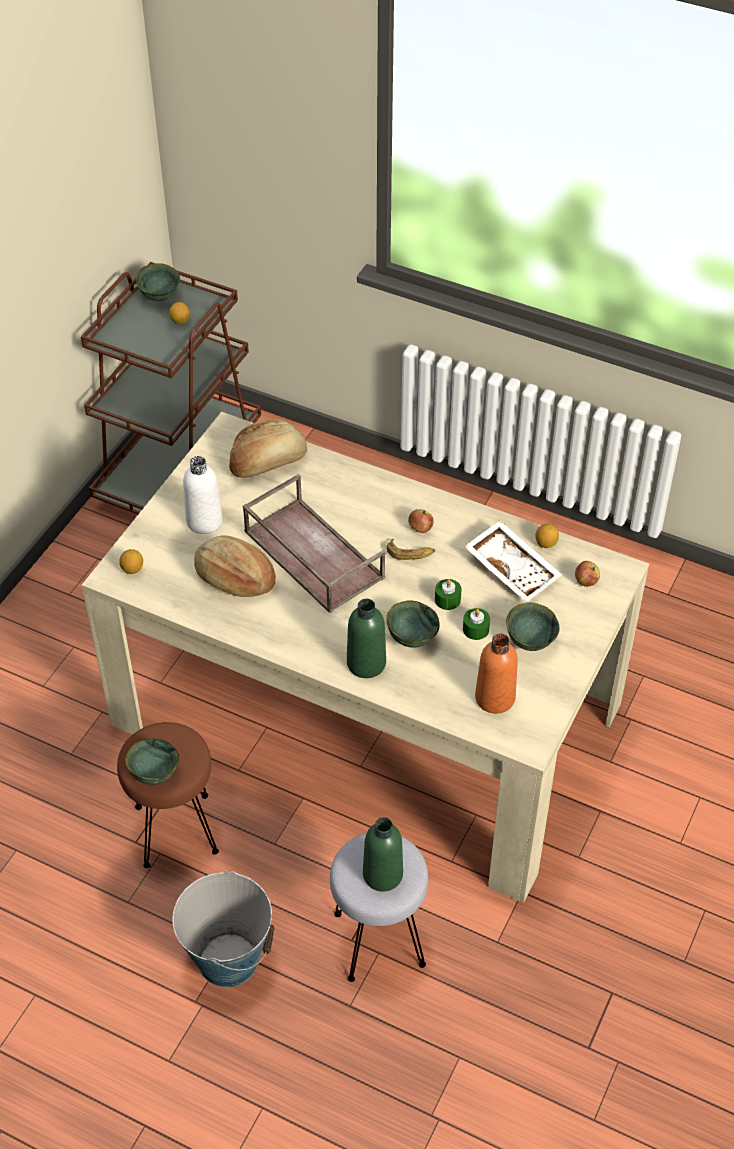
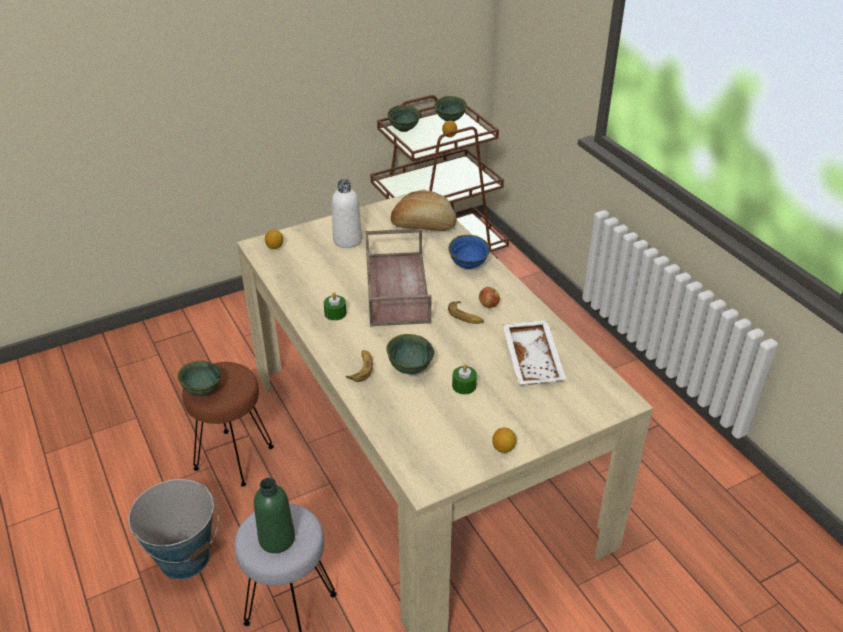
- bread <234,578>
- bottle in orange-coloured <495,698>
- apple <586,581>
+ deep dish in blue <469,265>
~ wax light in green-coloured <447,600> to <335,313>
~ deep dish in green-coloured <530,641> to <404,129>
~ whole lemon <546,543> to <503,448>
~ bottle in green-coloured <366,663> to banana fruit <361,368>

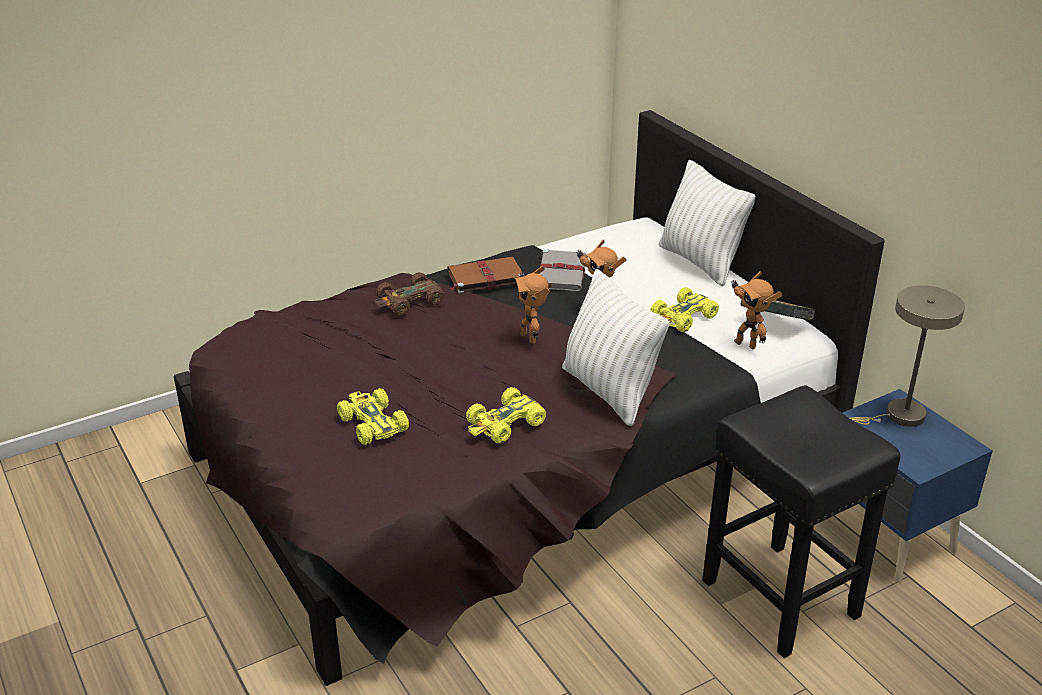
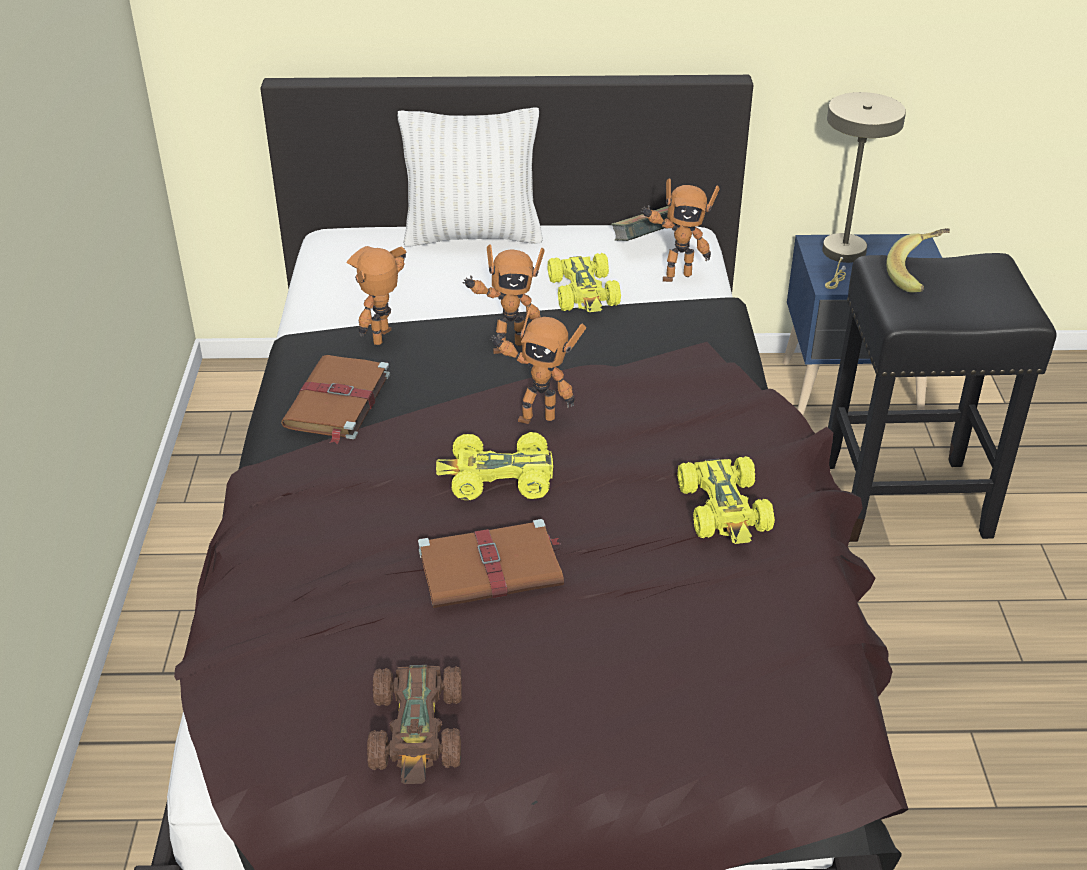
- cushion in white-coloured <609,391>
+ book in brown <492,568>
+ banana fruit <919,275>
~ miniature car in yellow <372,423> to <498,478>
~ miniature car in brown <409,302> to <418,731>
~ book in gray <561,273> to robot figure <387,338>

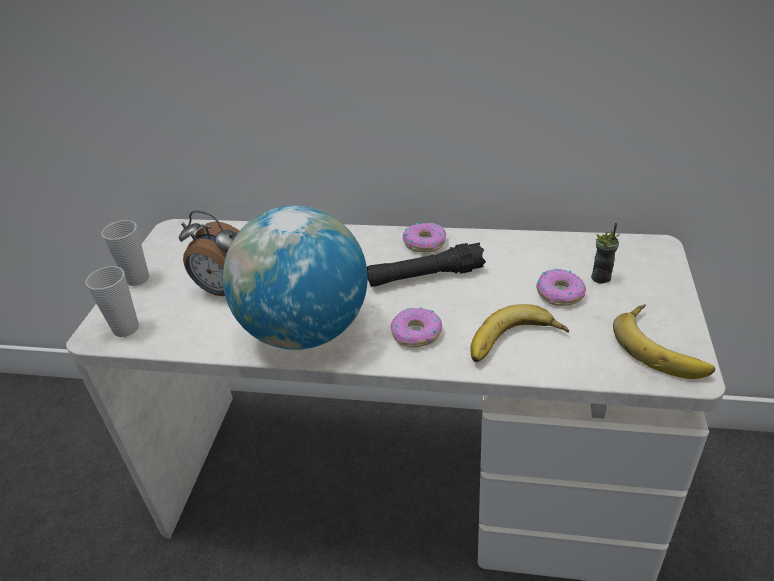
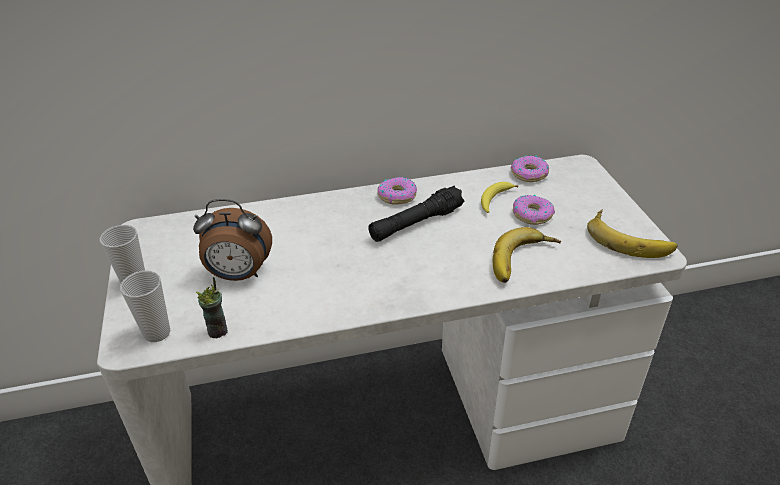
- globe <306,331>
+ banana fruit <494,200>
~ ring doughnut <416,333> to <529,174>
~ small cup <601,277> to <218,331>

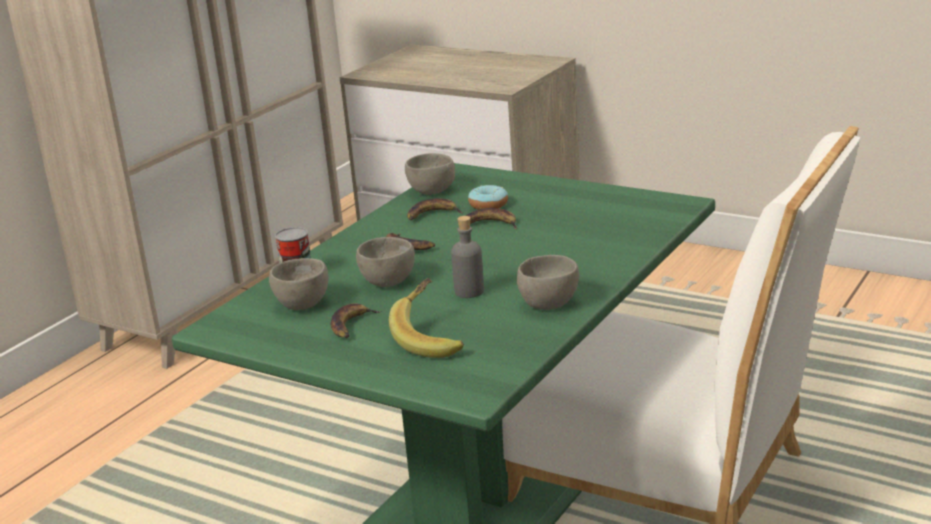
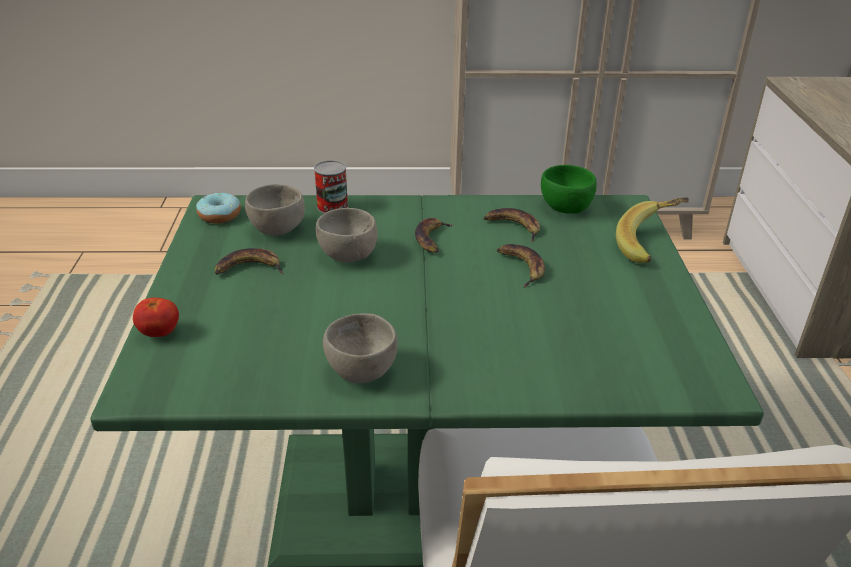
- bottle in gray <469,291>
+ tomato <159,333>
~ banana fruit <433,338> to <651,245>
~ ring doughnut <488,205> to <219,215>
~ deep dish in gray <433,191> to deep dish in green-coloured <565,208>

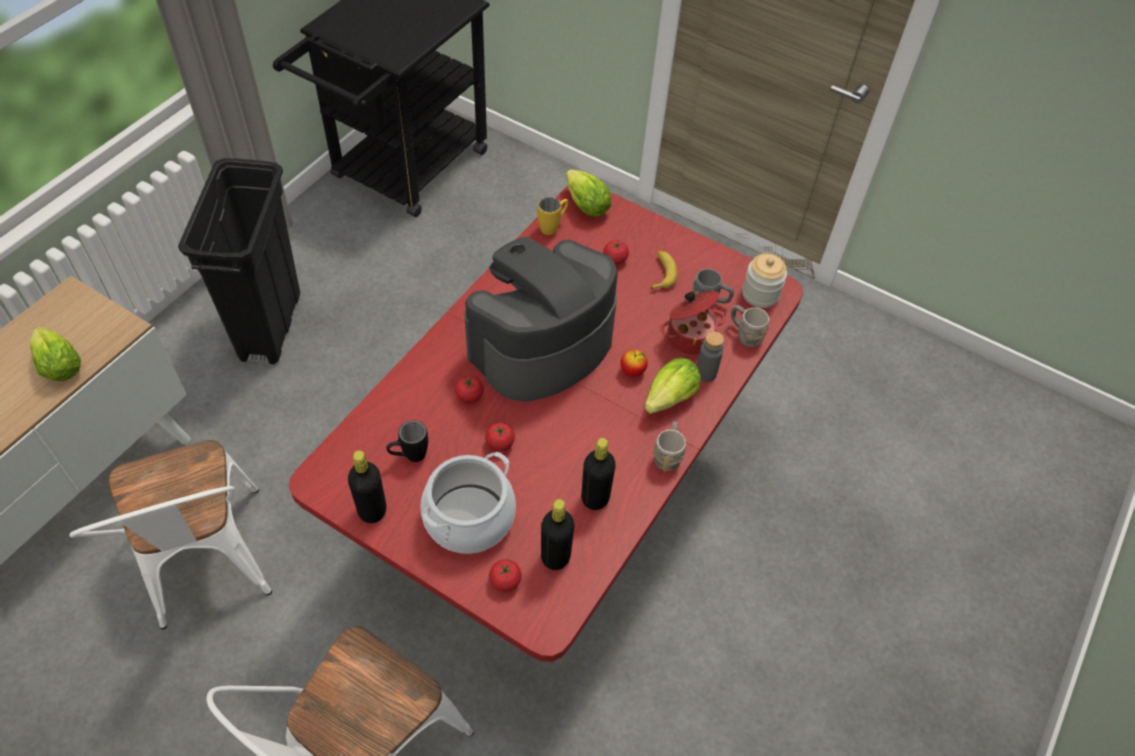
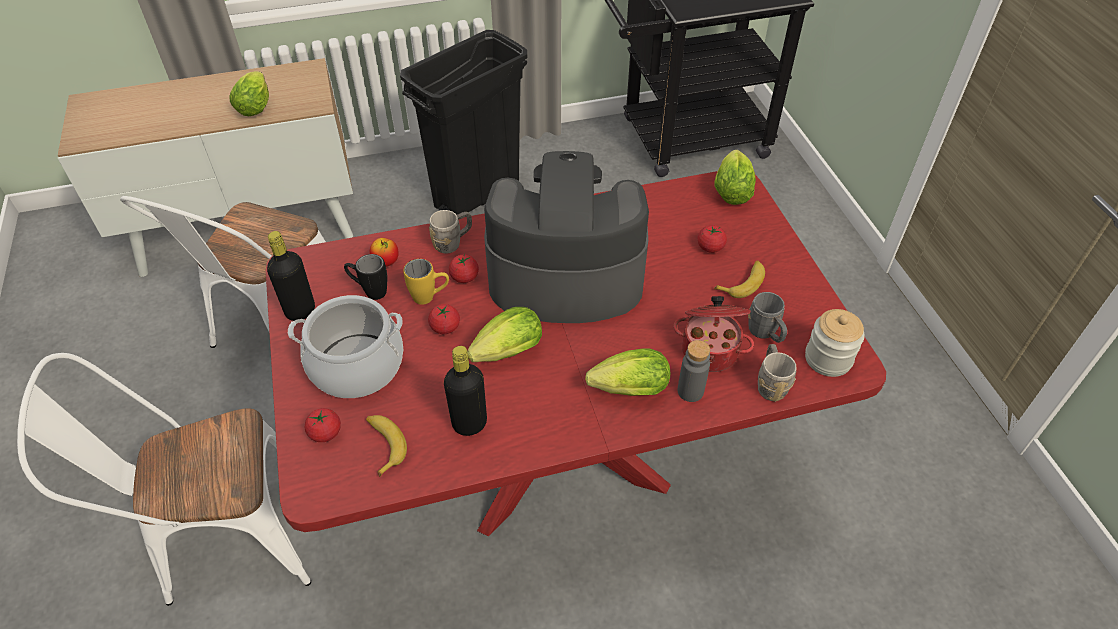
+ lettuce head <504,354>
~ coffee mug in yellow <553,226> to <430,297>
~ apple <632,371> to <386,262>
~ coffee mug in gray <668,455> to <453,242>
~ bottle in black <555,556> to banana fruit <383,445>

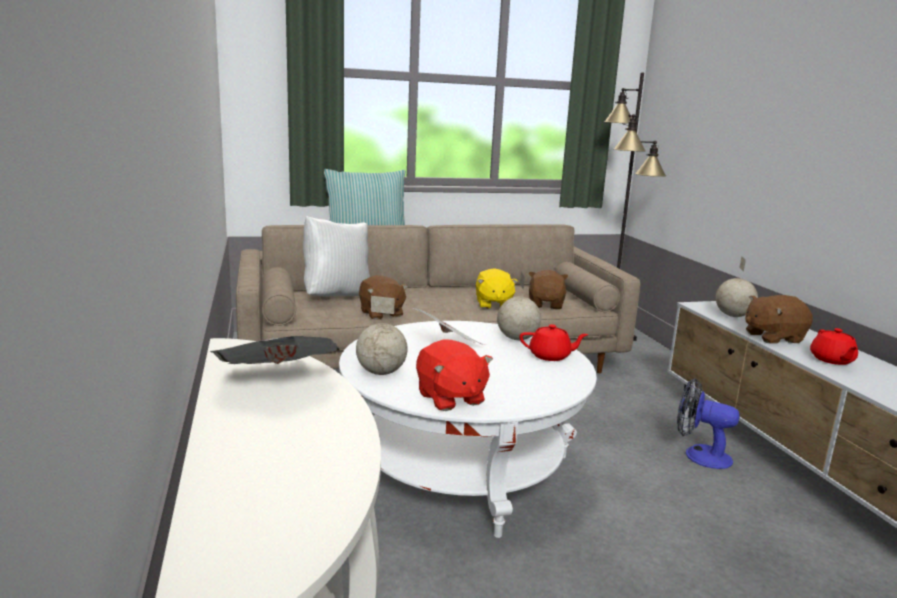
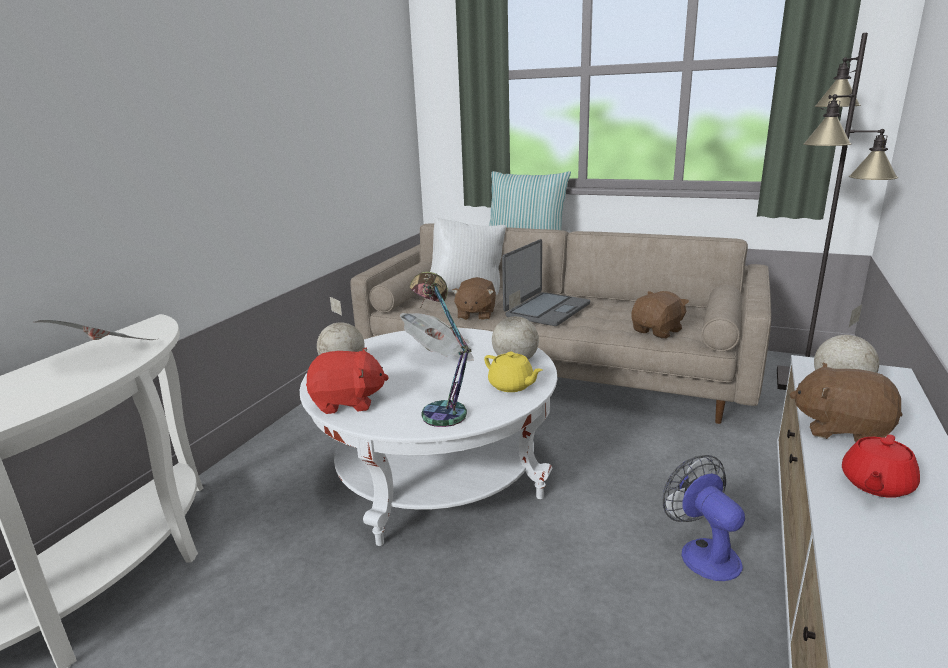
- soft toy in yellow <493,304>
+ lamp for a table <443,409>
+ laptop <546,310>
~ pot for tea in reddish <550,356> to pot for tea in yellow <511,386>
~ soft toy in reddish <450,398> = <347,402> 105 degrees counterclockwise

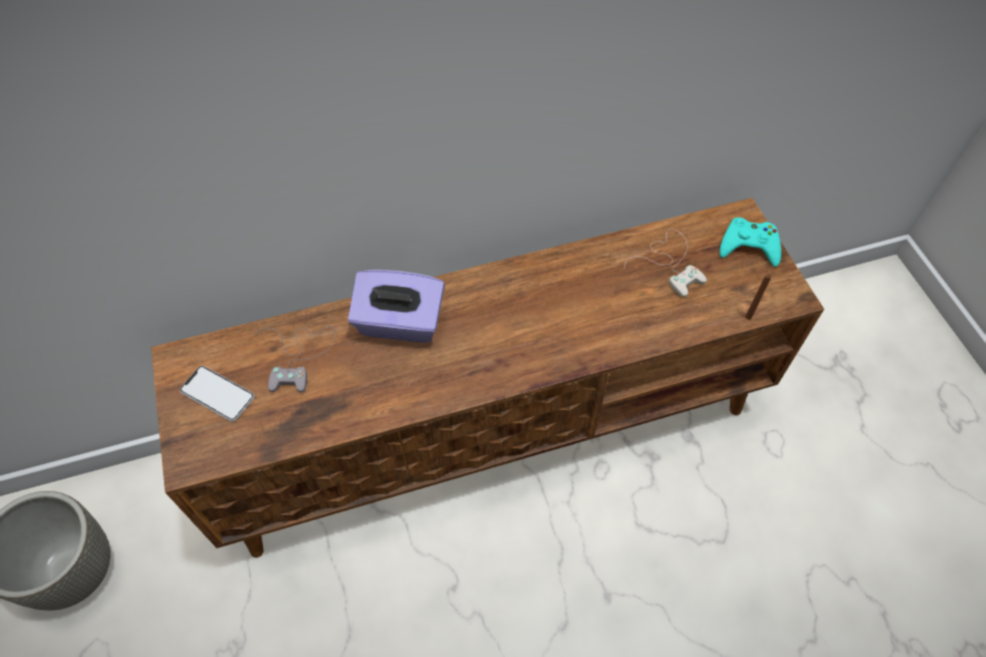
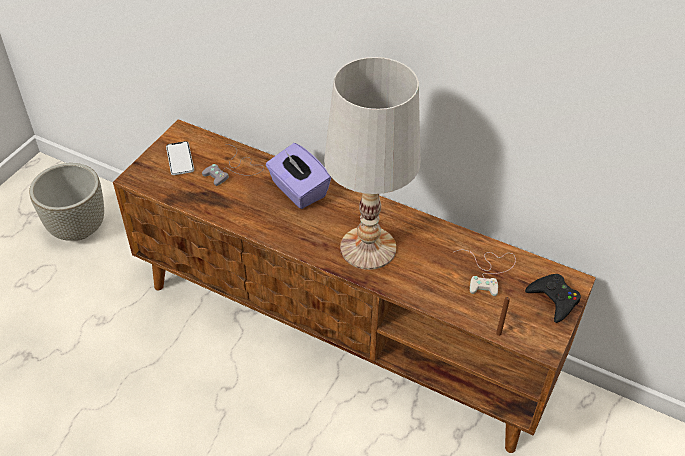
+ lamp for a table in white-coloured <367,248>
~ joypad in turquoise <749,246> to joypad in black <554,300>

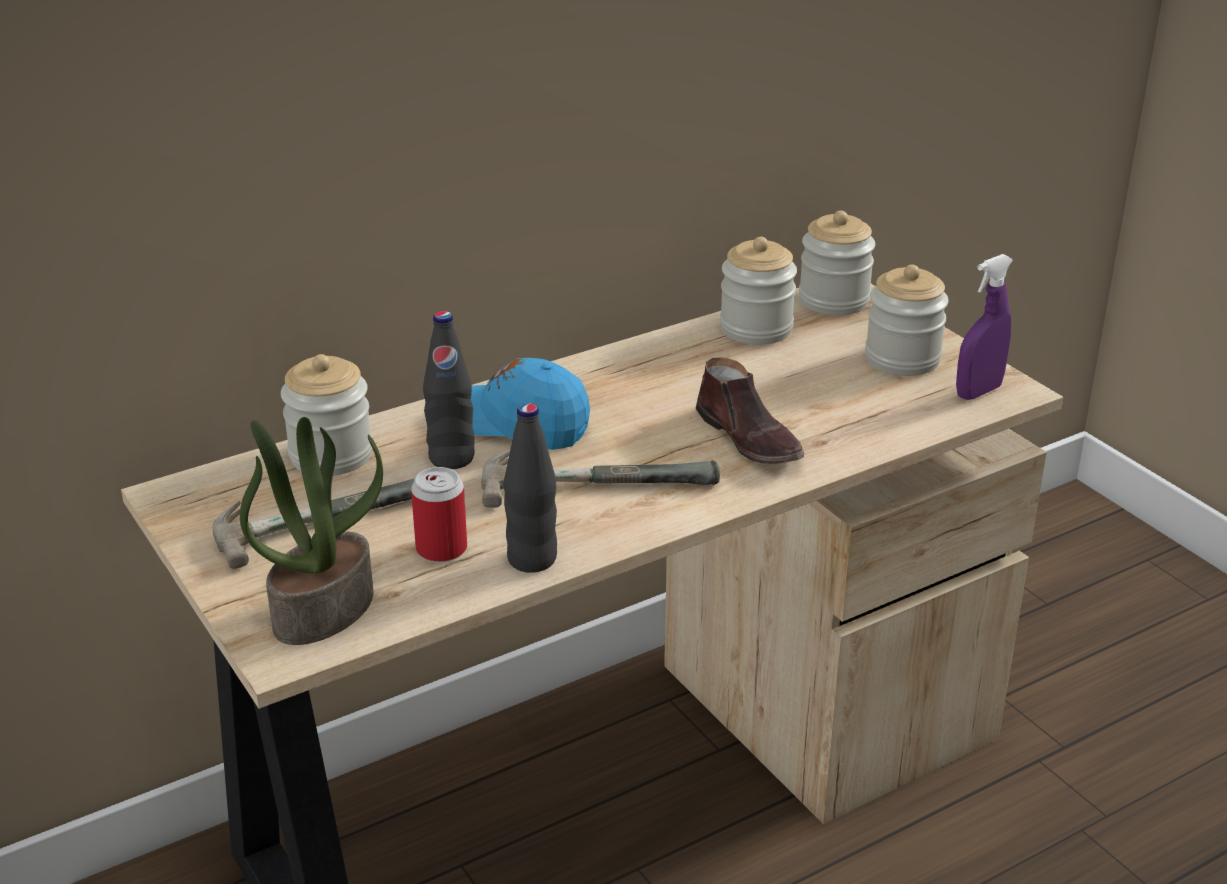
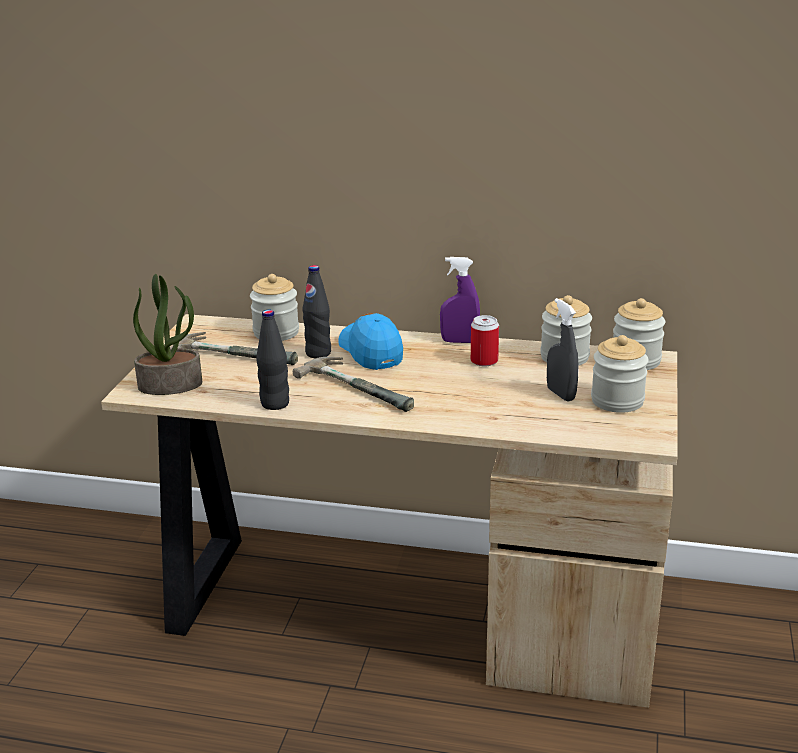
- low shoe in brown <750,439>
+ hand sprayer in gray <560,394>
~ sealed can <441,549> to <484,361>
~ hand sprayer in purple <978,392> to <459,341>

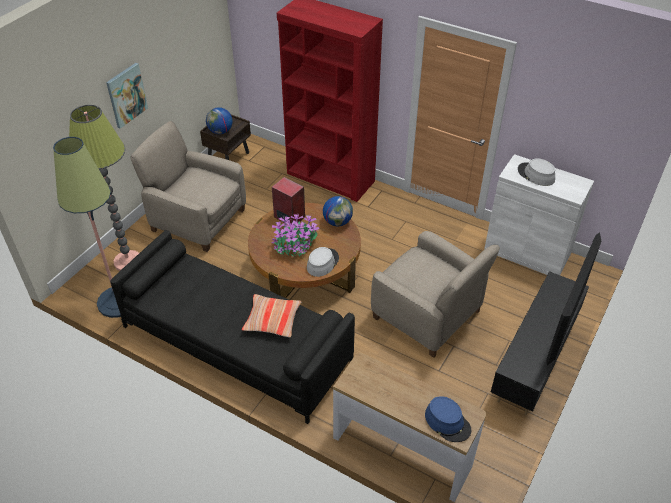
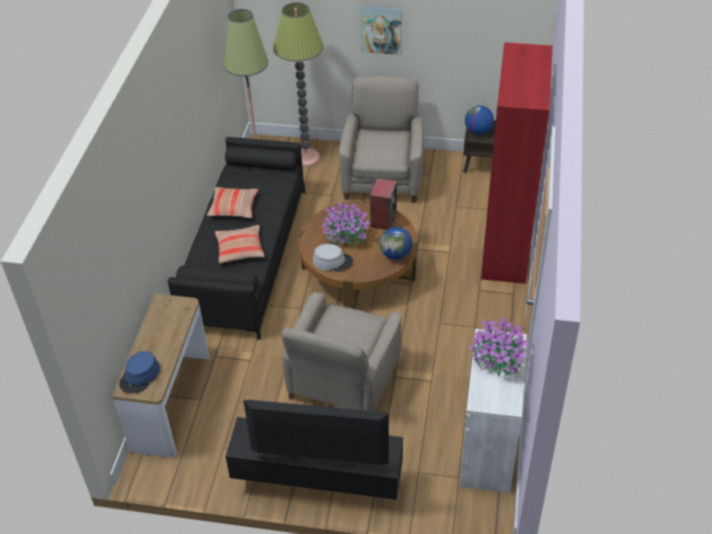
+ cushion <233,207>
~ wearable hat in gray <536,175> to houseplant <497,360>

